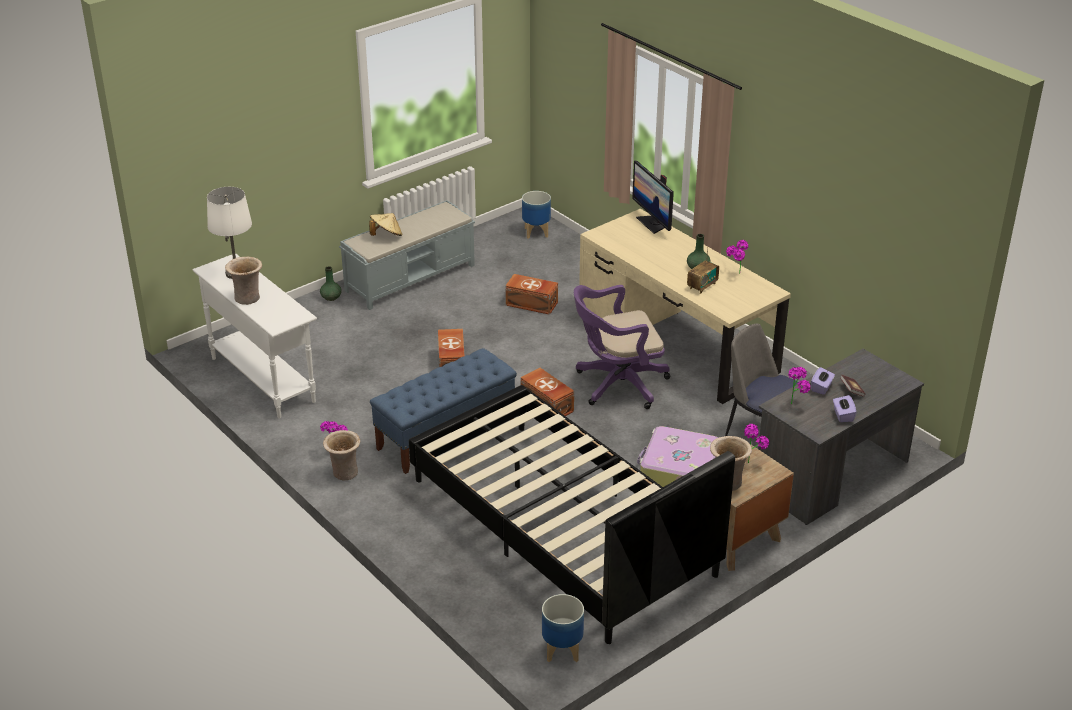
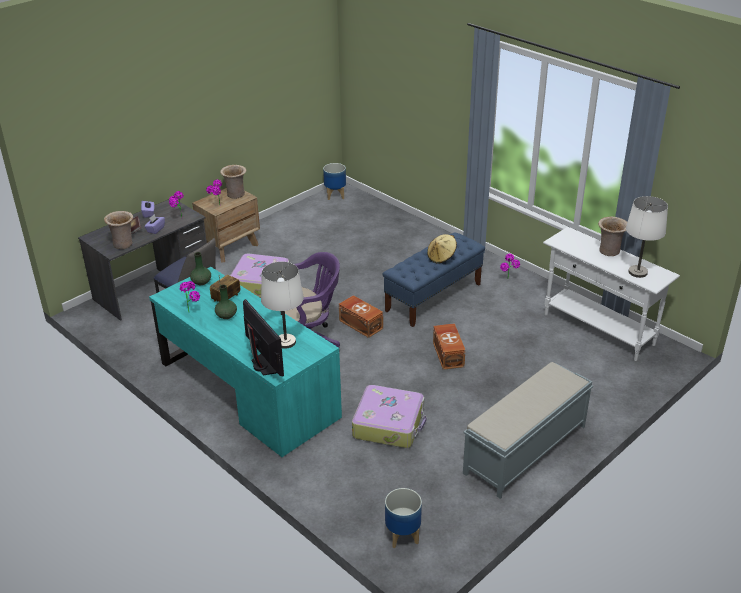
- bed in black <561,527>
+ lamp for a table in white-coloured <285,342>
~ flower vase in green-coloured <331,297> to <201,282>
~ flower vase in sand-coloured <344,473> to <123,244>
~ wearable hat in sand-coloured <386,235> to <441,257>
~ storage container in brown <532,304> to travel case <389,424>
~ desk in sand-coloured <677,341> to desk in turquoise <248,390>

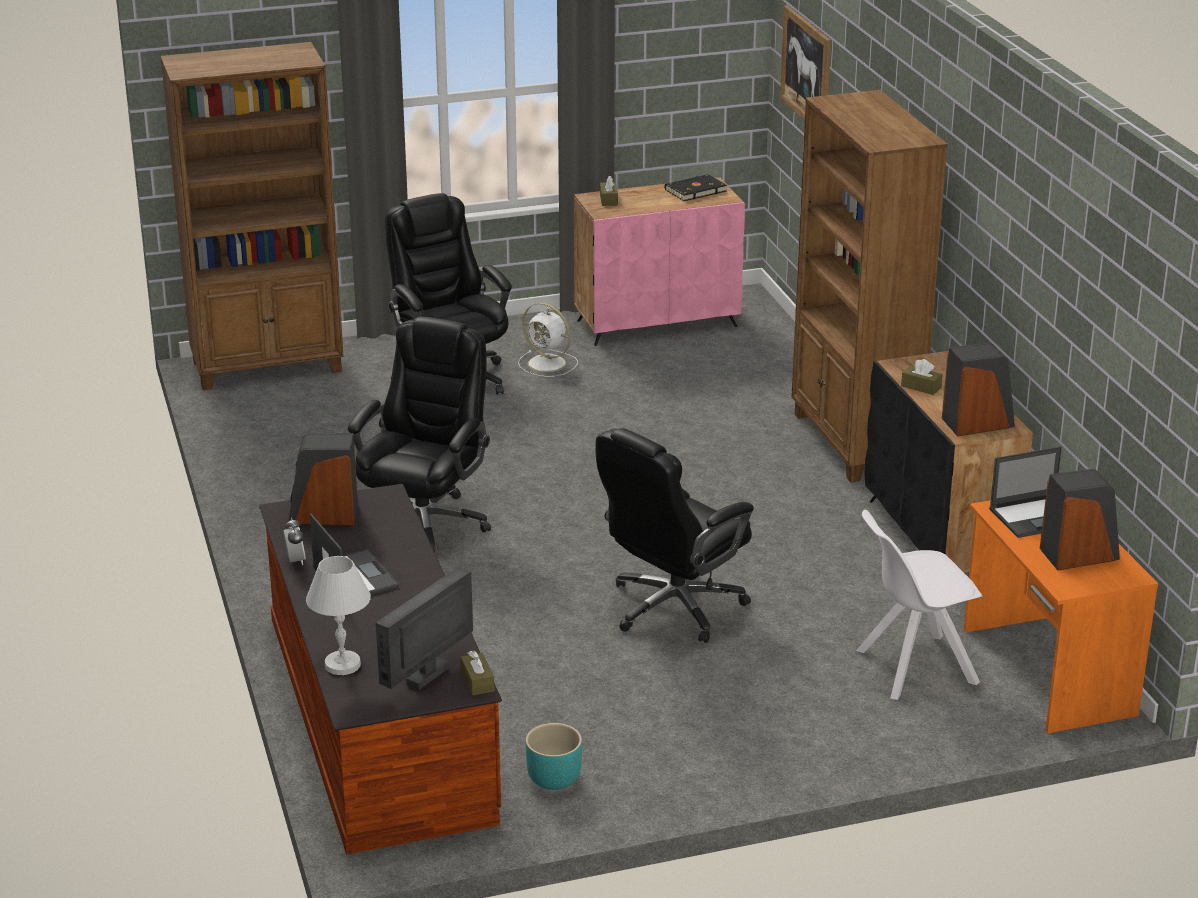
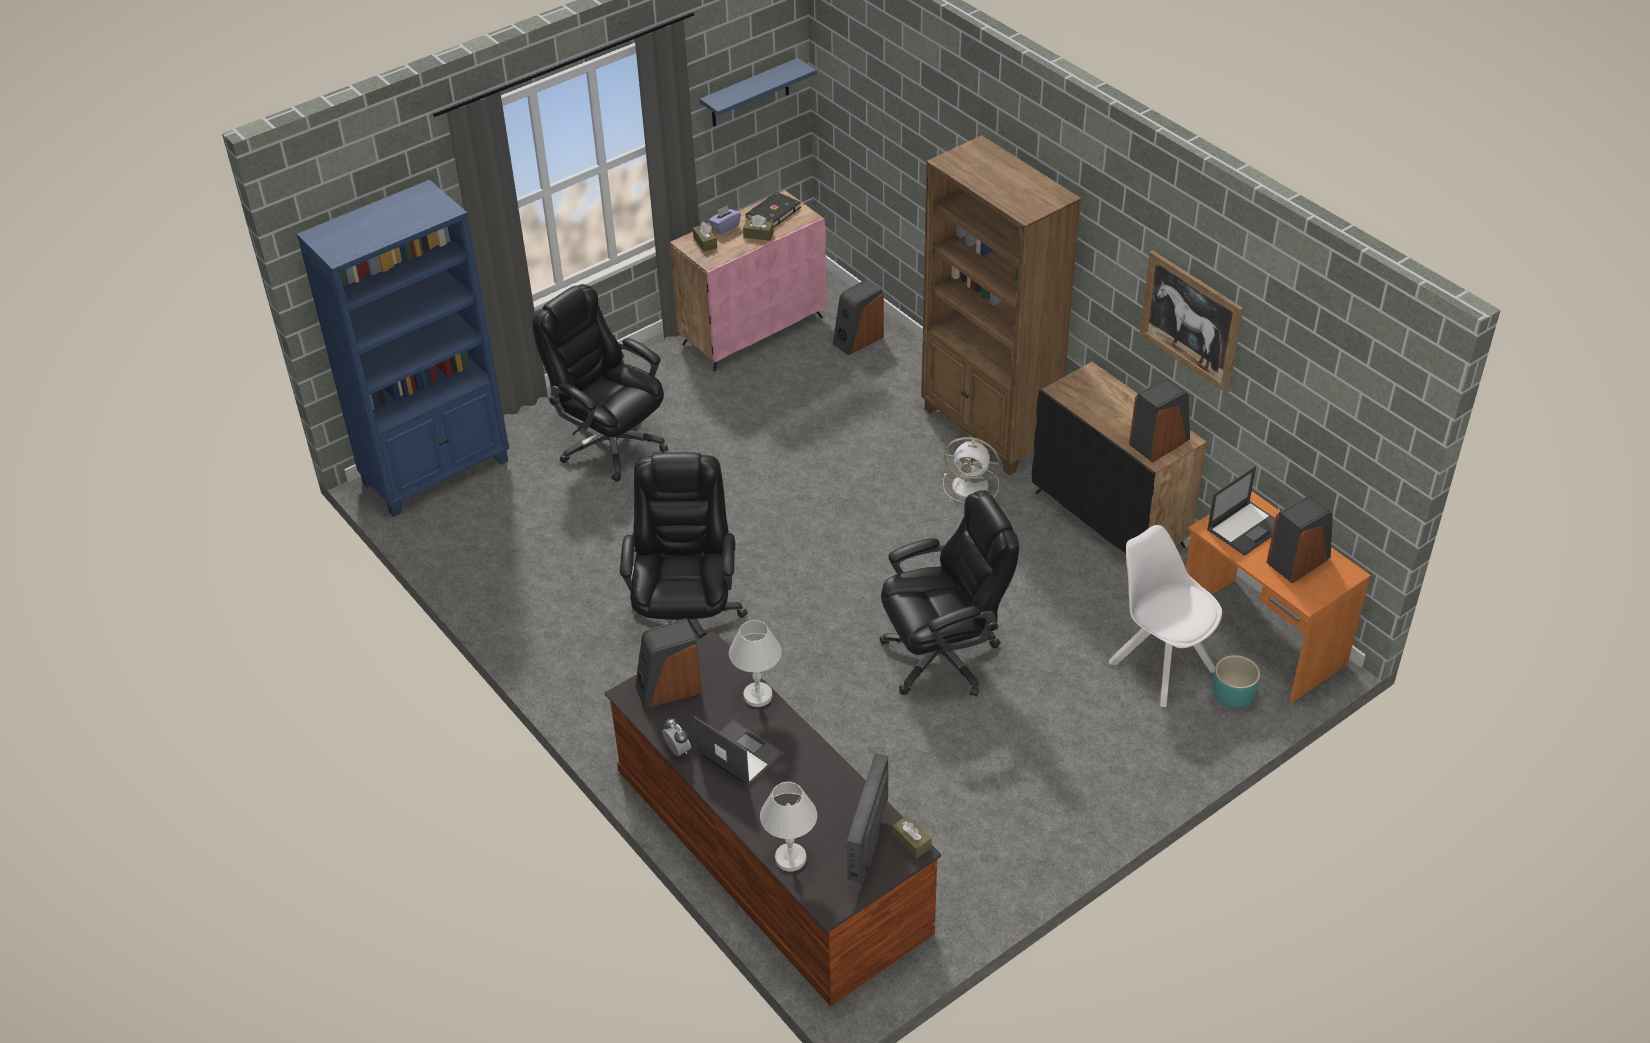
+ bracket shelf in blue <750,93>
+ tissue box in purple <725,227>
+ lamp for a table in white-coloured <758,696>
+ speaker <858,339>
~ cooling fan in white-coloured <548,364> to <972,486>
~ planter in turquoise <553,780> to <1232,697>
~ wall picture <806,70> to <1191,320>
~ tissue box in brown <921,387> to <758,235>
~ bookshelf in brown <268,367> to bookshelf in blue <437,472>
~ computer chair in black <673,607> = <943,656> 135 degrees counterclockwise
~ chair in white-coloured <913,667> = <1160,664> 90 degrees clockwise

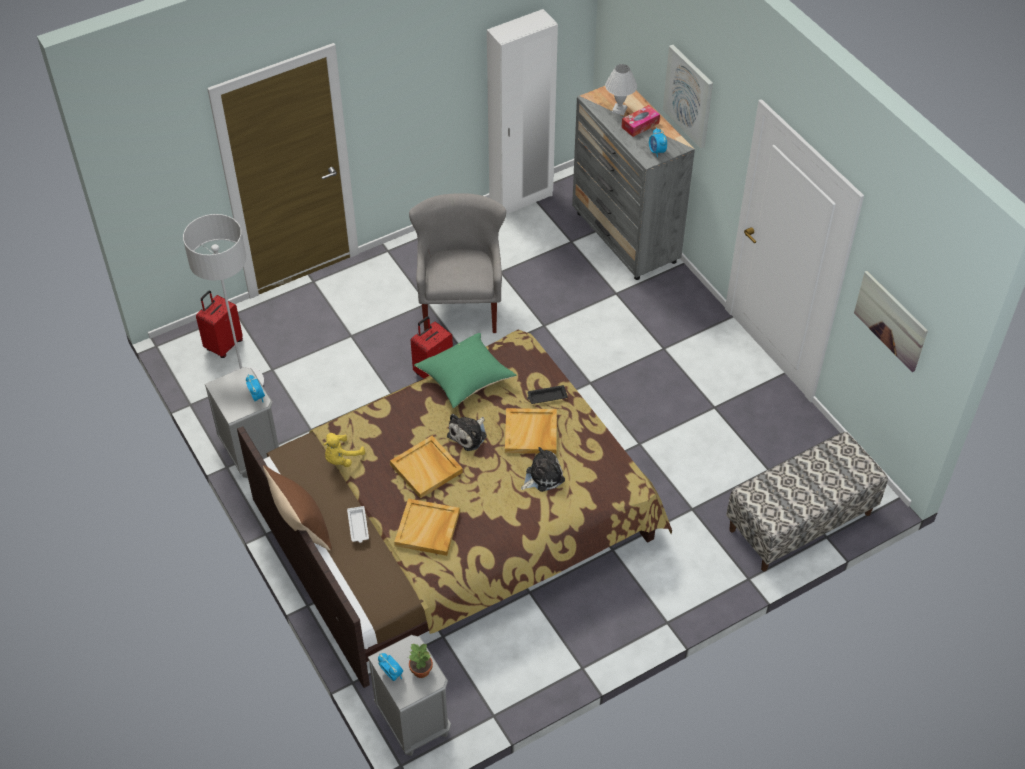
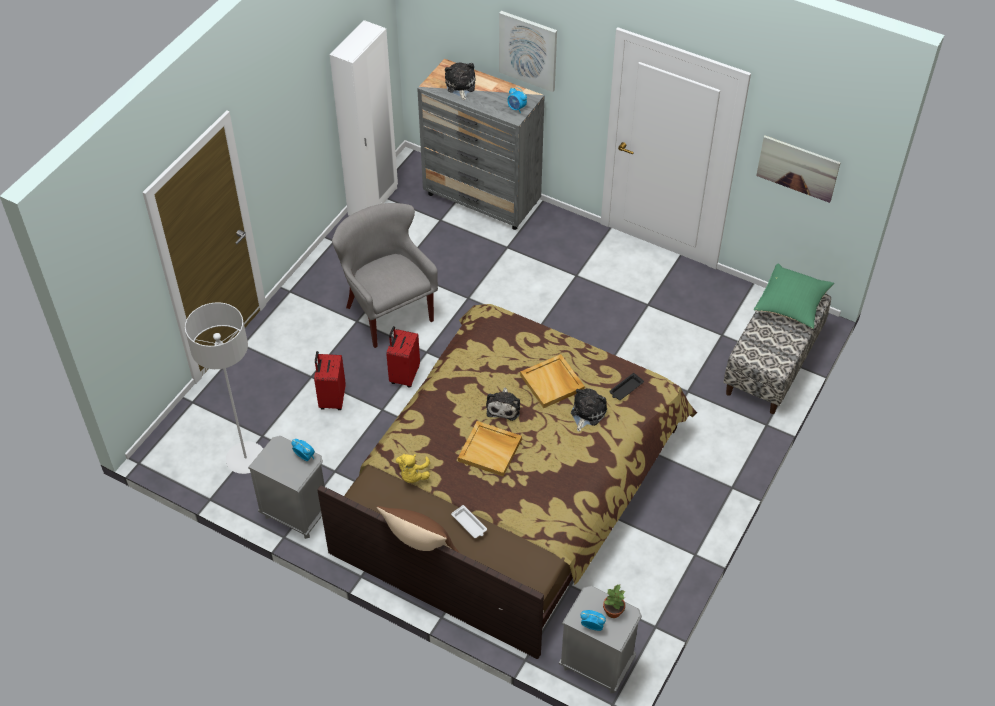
- tray in sand-coloured <428,529>
- tissue box <640,125>
~ travel case in reddish <223,345> to <331,399>
~ cushion in green-coloured <465,380> to <791,306>
~ tray in black <546,397> to <625,389>
~ lamp for a table in white-coloured <619,110> to soft toy <460,86>

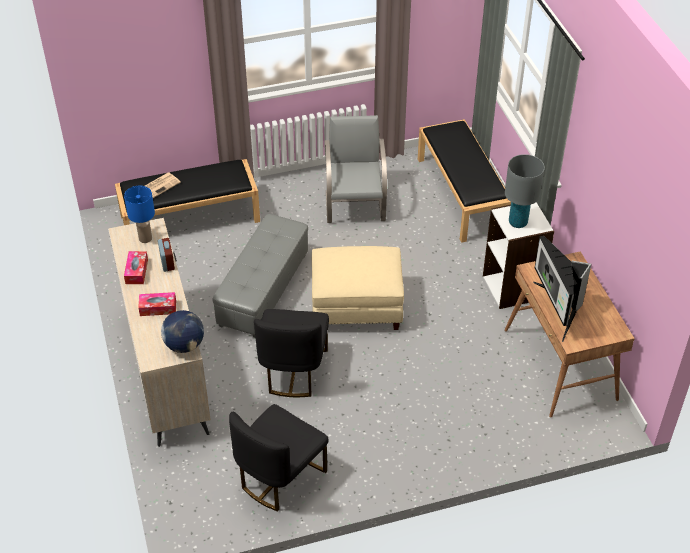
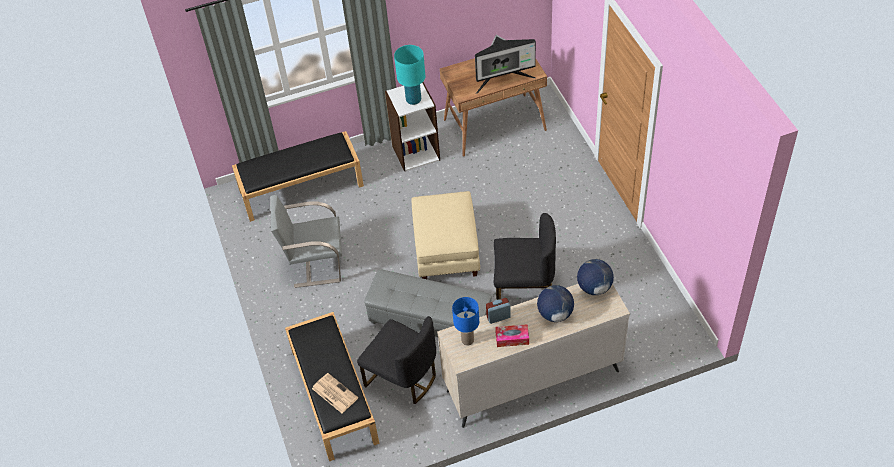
~ chair in black <280,477> to <402,378>
~ tissue box <158,308> to globe <555,314>
~ lamp for a table in gray <517,222> to lamp for a table in turquoise <413,100>

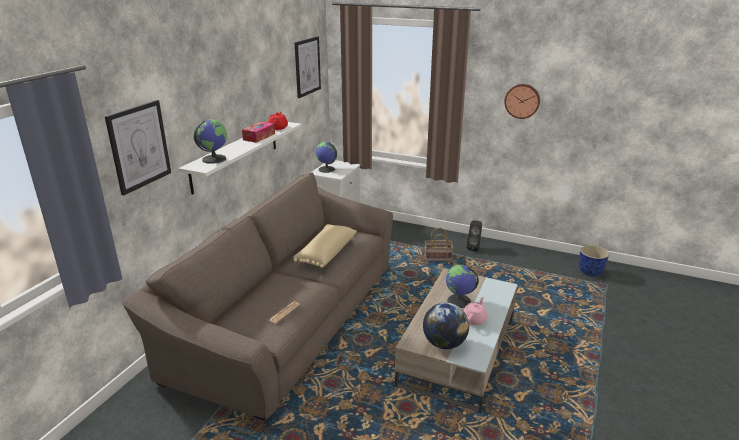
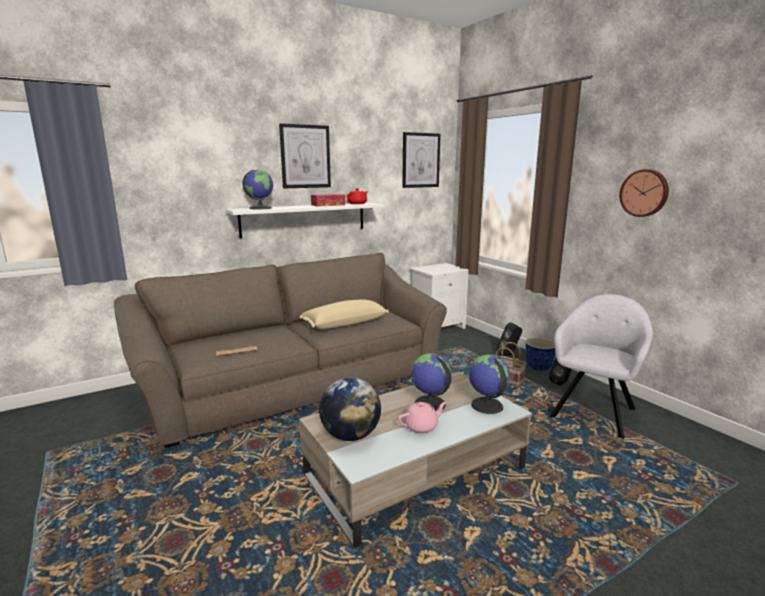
+ speaker in black <509,355>
+ lounge chair in gray <593,411>
~ wall picture <139,146> to <305,156>
~ globe <326,169> to <486,406>
~ planter <590,272> to <539,367>

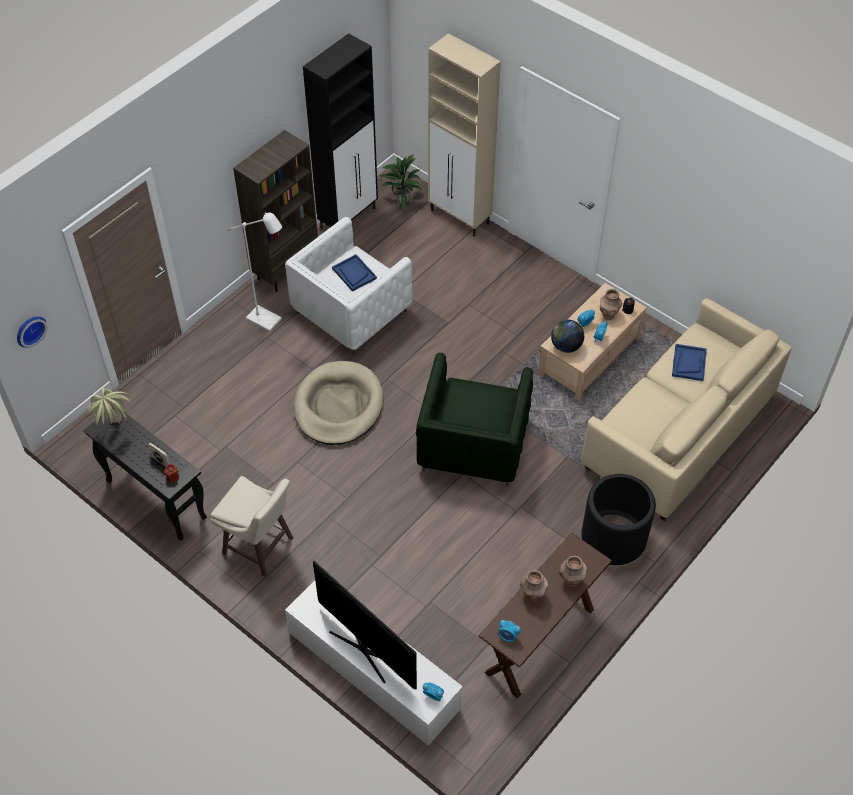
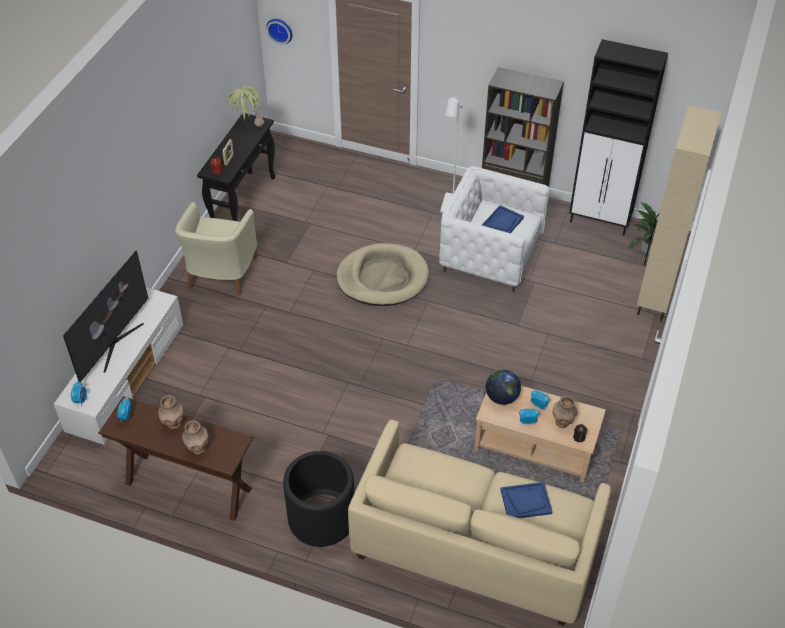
- lounge chair in green-coloured <473,445>
~ stool seat in sand-coloured <259,547> to lounge chair in sand-coloured <221,273>

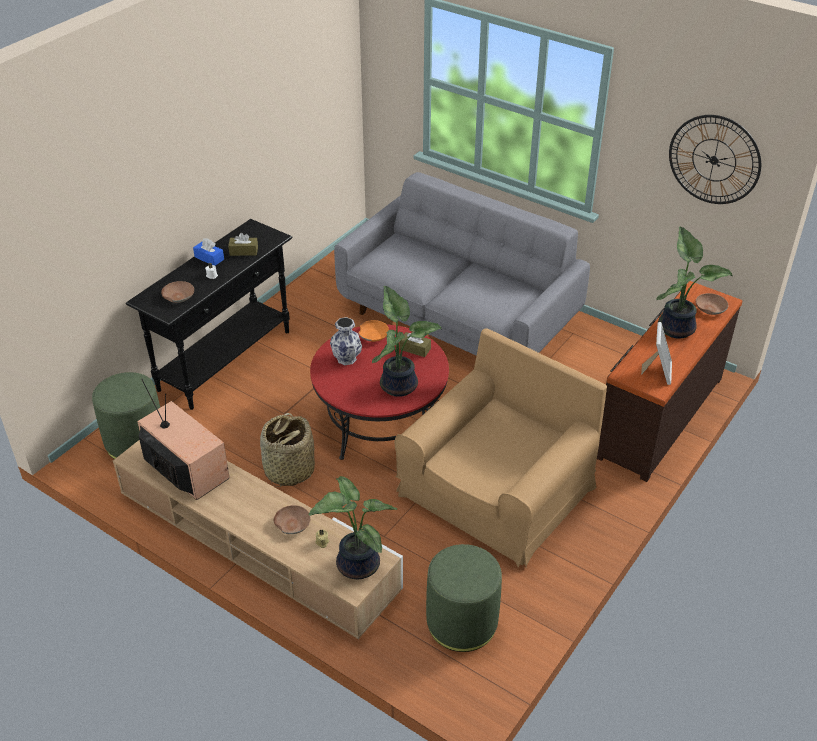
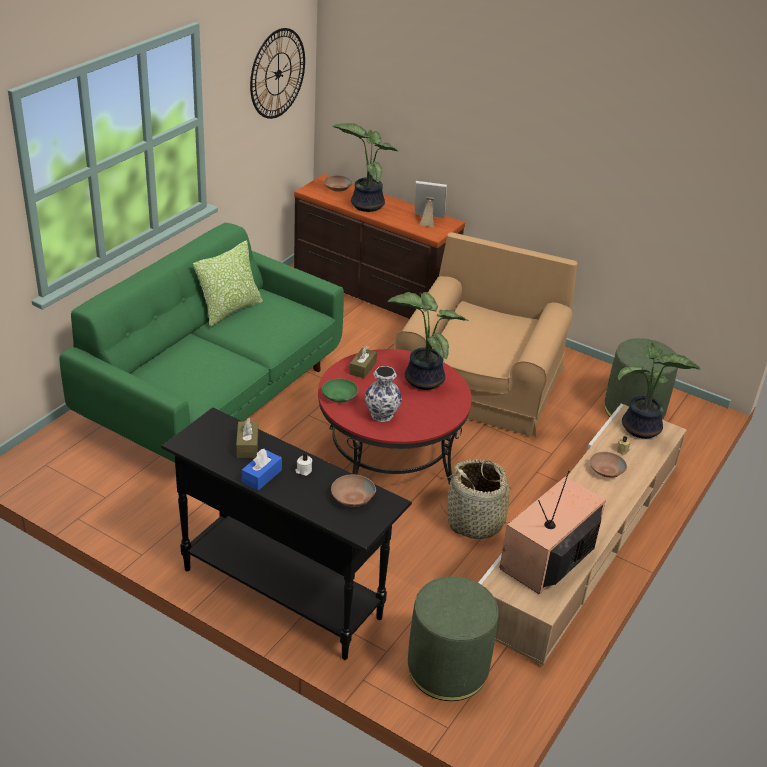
+ cushion <230,310>
~ settee in gray <458,318> to settee in green-coloured <214,395>
~ deep dish in orange-coloured <373,335> to deep dish in green-coloured <339,395>
~ lounge chair in brown <496,490> = <479,384> 75 degrees clockwise

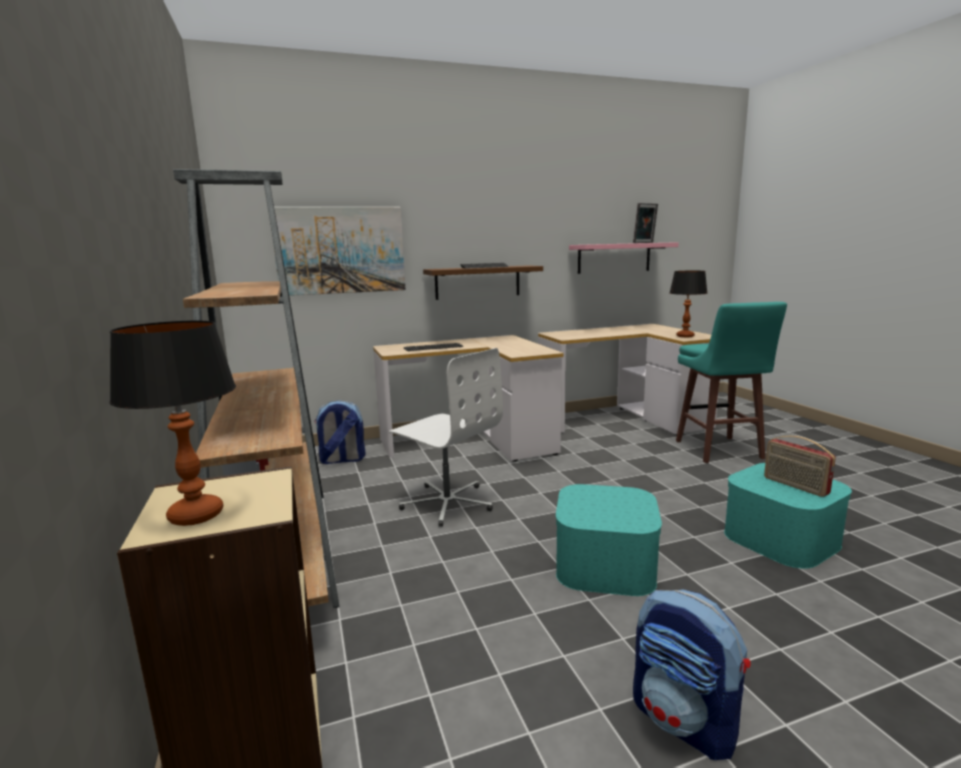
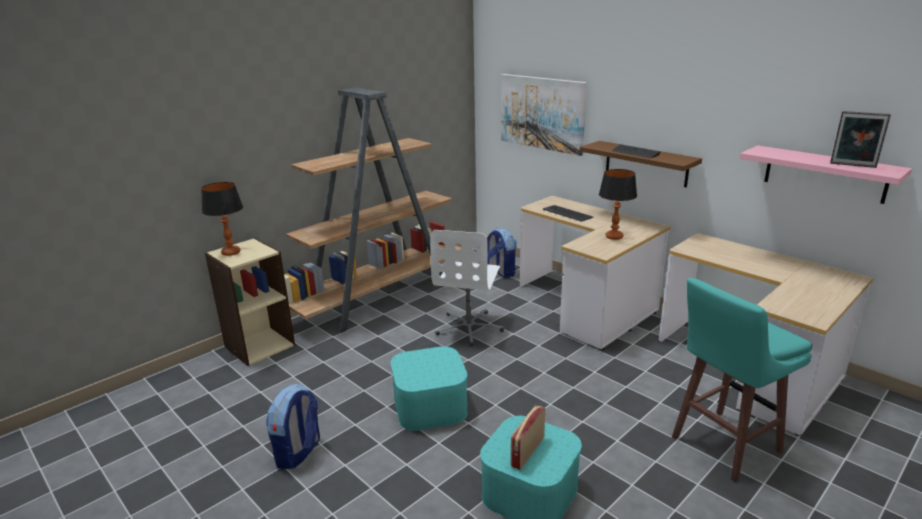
~ lamp for a table <685,336> to <614,237>

